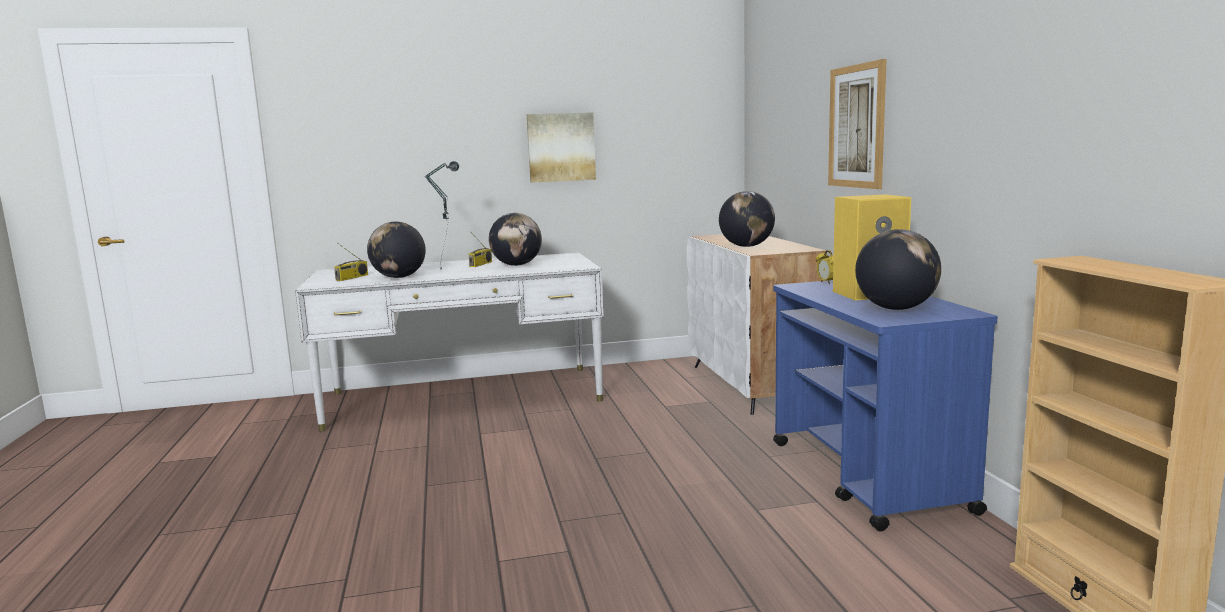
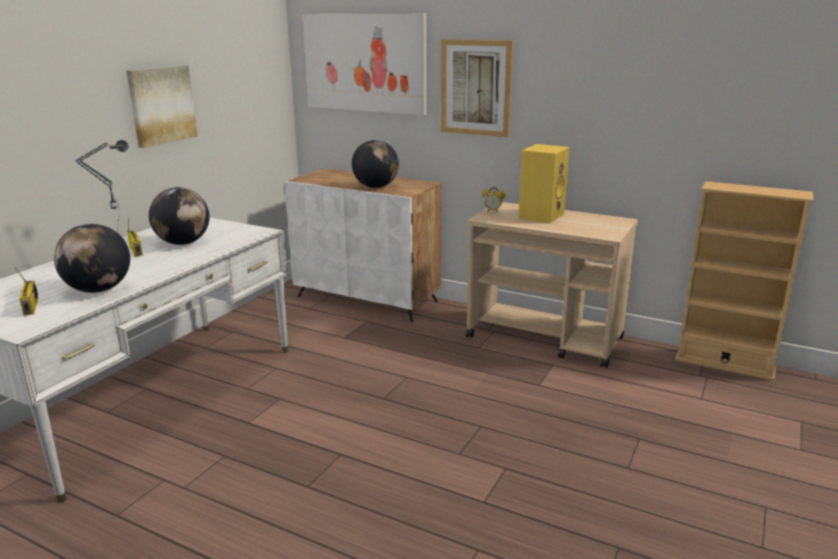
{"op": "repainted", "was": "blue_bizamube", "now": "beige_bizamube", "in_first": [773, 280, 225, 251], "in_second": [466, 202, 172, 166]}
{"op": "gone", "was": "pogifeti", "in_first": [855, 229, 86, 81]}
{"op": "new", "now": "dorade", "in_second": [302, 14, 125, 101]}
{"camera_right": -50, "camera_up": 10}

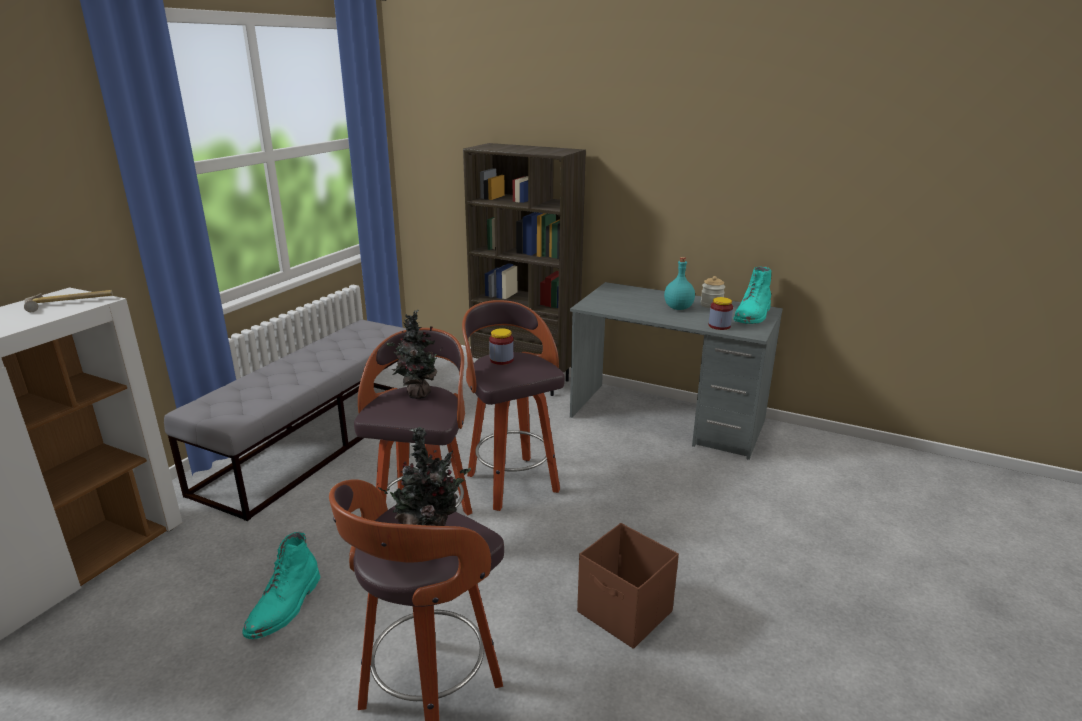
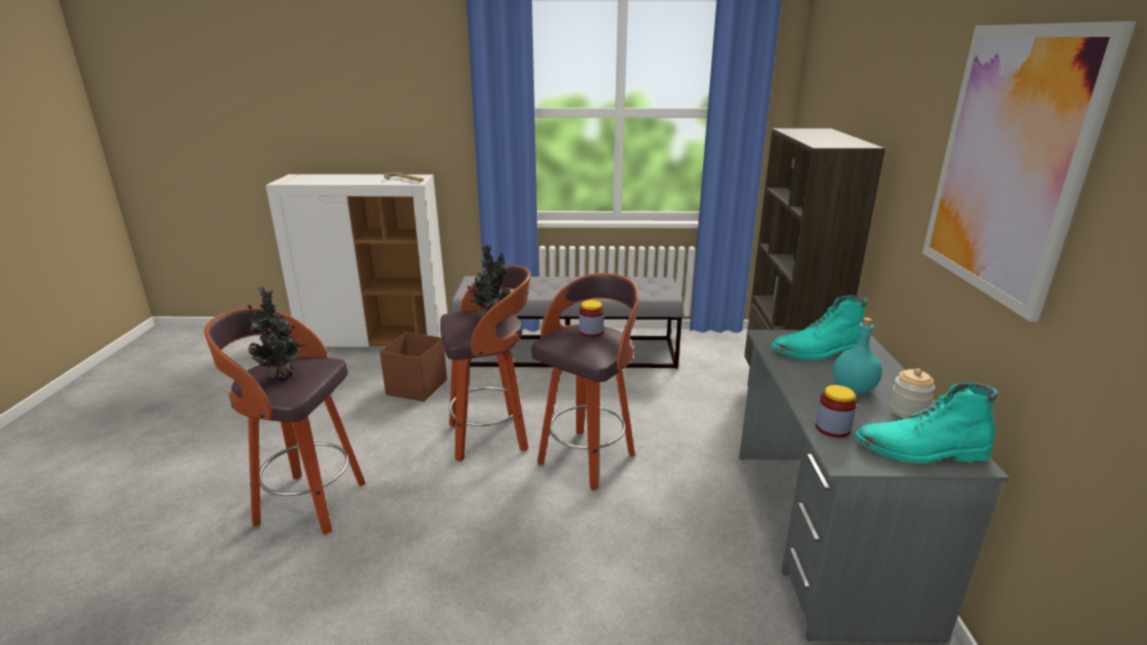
{"op": "shifted", "was": "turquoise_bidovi", "in_first": [242, 532, 78, 107], "in_second": [771, 295, 96, 65]}
{"op": "shifted", "was": "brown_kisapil", "in_first": [577, 523, 102, 126], "in_second": [380, 332, 67, 70]}
{"op": "new", "now": "dorade", "in_second": [922, 21, 214, 301]}
{"camera_right": 65, "camera_up": 0}

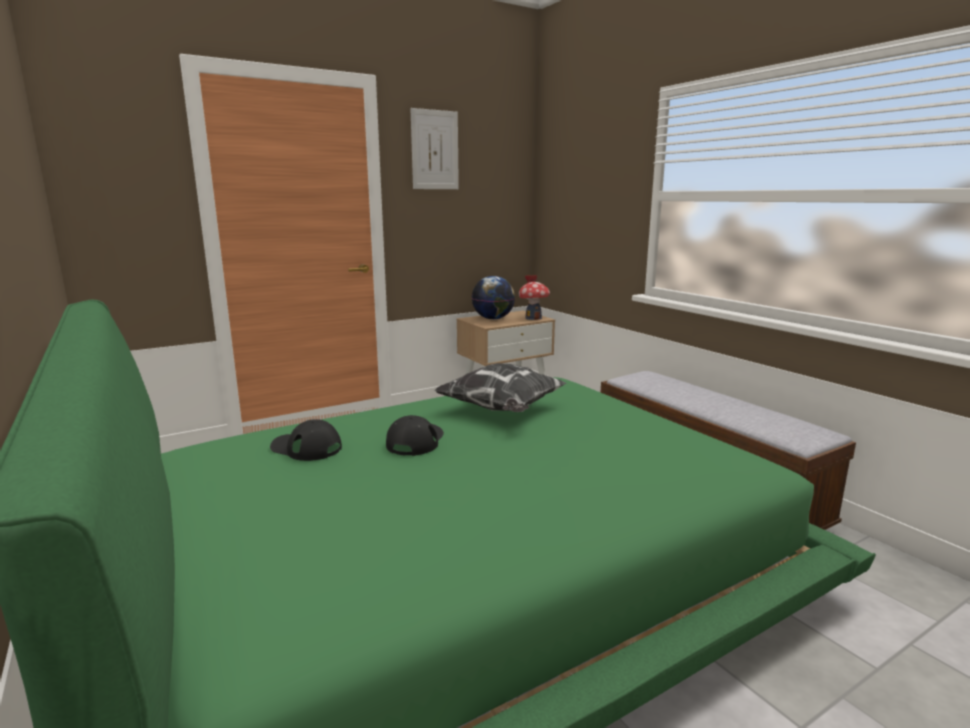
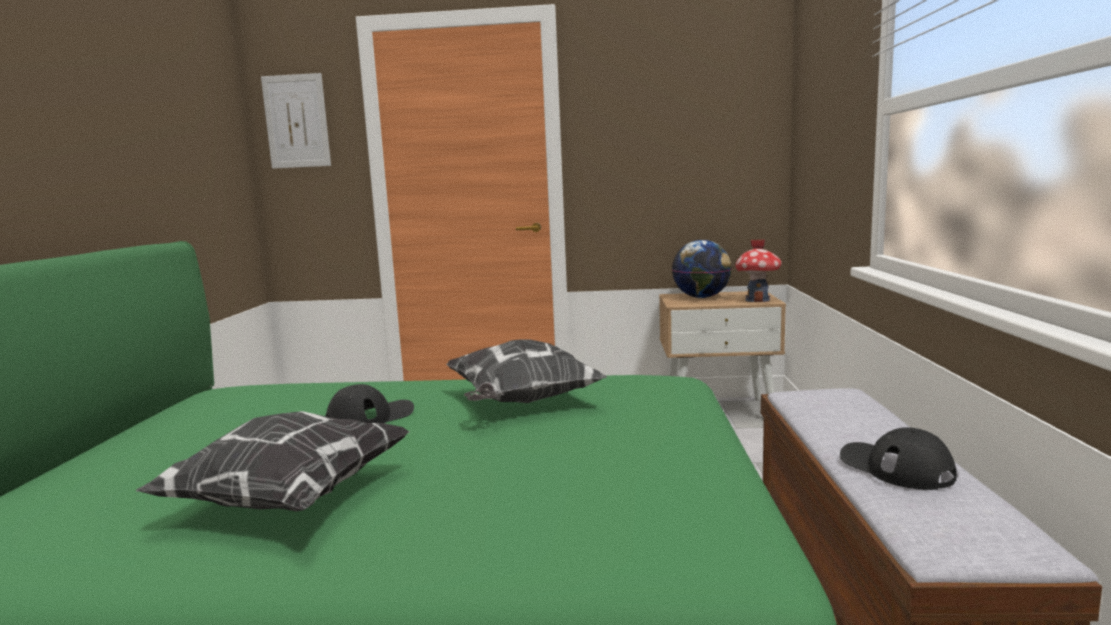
{"op": "shifted", "was": "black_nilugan", "in_first": [270, 419, 72, 42], "in_second": [840, 427, 117, 63]}
{"op": "shifted", "was": "dorade", "in_first": [410, 108, 49, 81], "in_second": [261, 73, 70, 96]}
{"op": "new", "now": "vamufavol", "in_second": [136, 411, 274, 101]}
{"camera_right": 35, "camera_up": -5}

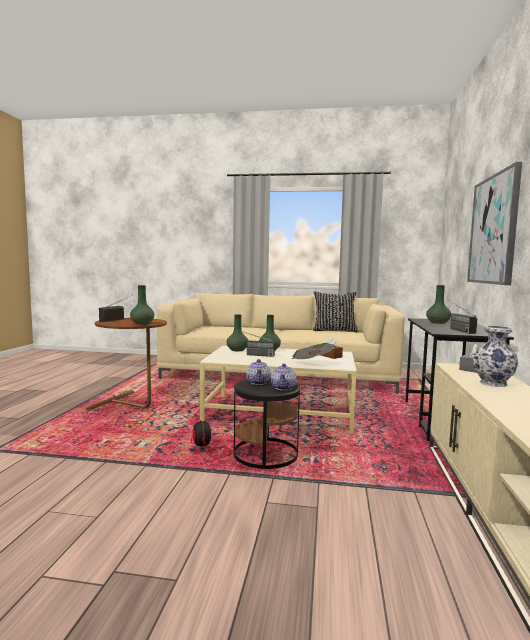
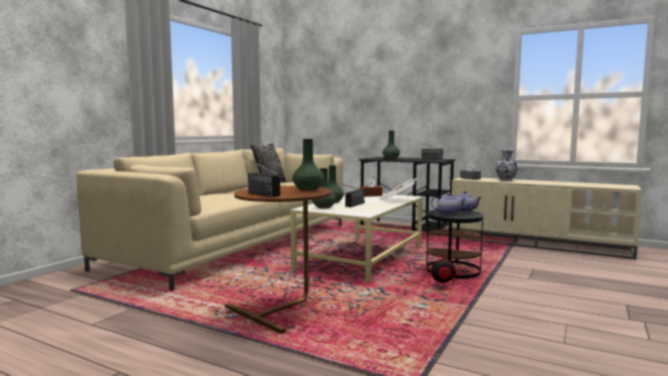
{"op": "gone", "was": "dorade", "in_first": [467, 162, 55, 123]}
{"camera_right": -70, "camera_up": 0}

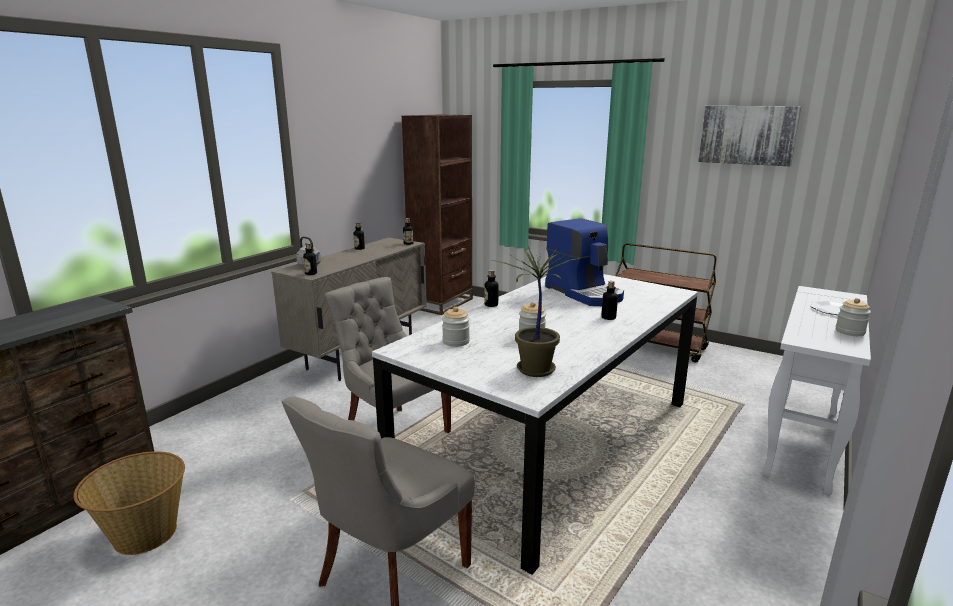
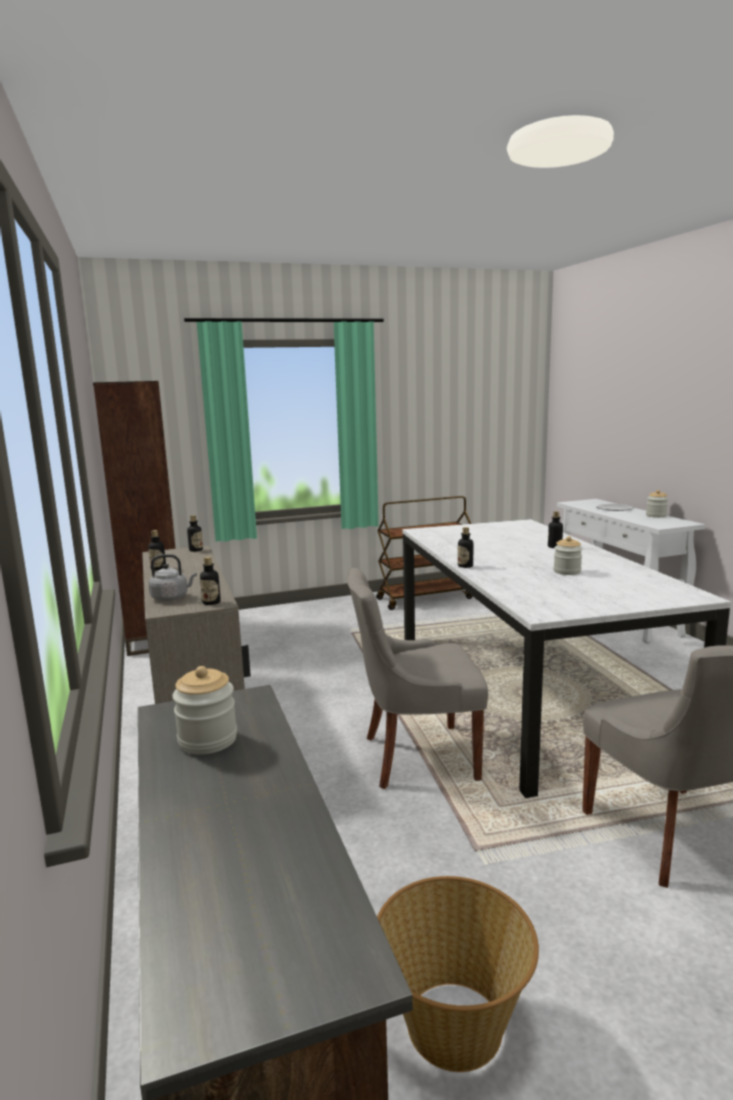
{"op": "shifted", "was": "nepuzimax", "in_first": [442, 307, 28, 40], "in_second": [172, 666, 65, 88]}
{"op": "gone", "was": "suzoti", "in_first": [492, 246, 90, 131]}
{"op": "gone", "was": "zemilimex", "in_first": [545, 218, 79, 88]}
{"op": "gone", "was": "dorade", "in_first": [698, 106, 103, 60]}
{"camera_right": -50, "camera_up": -5}

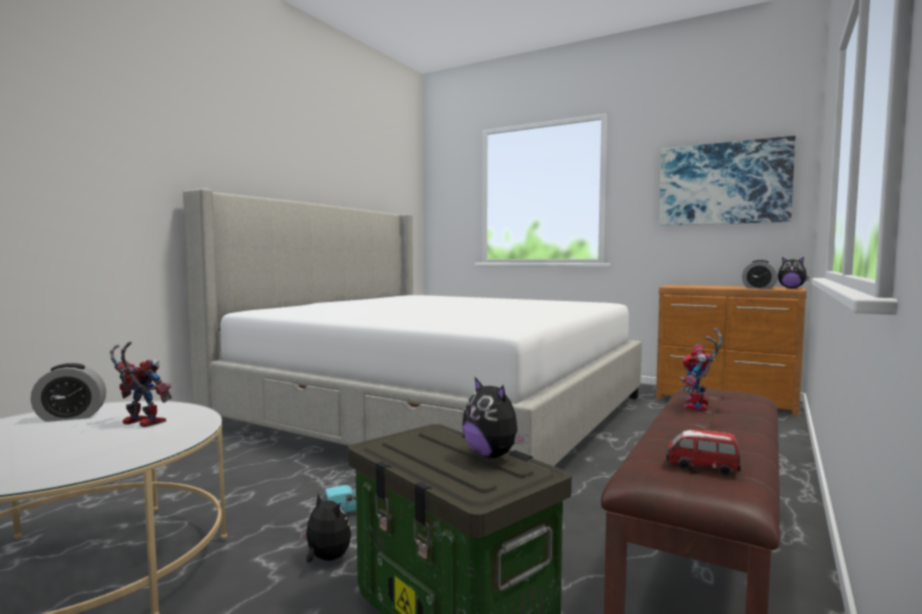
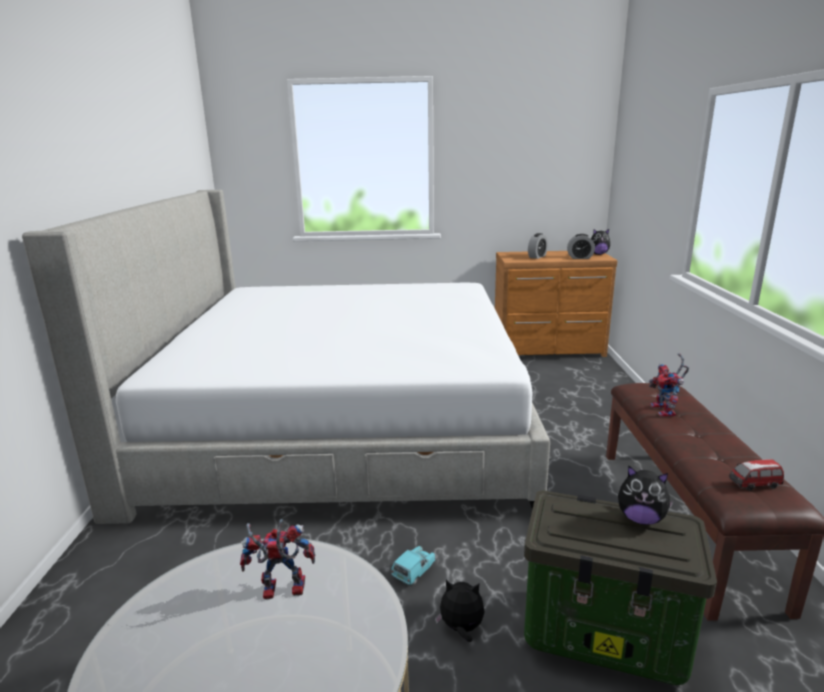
{"op": "shifted", "was": "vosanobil", "in_first": [31, 363, 75, 59], "in_second": [528, 233, 20, 26]}
{"op": "gone", "was": "dorade", "in_first": [659, 136, 136, 90]}
{"camera_right": -30, "camera_up": 15}

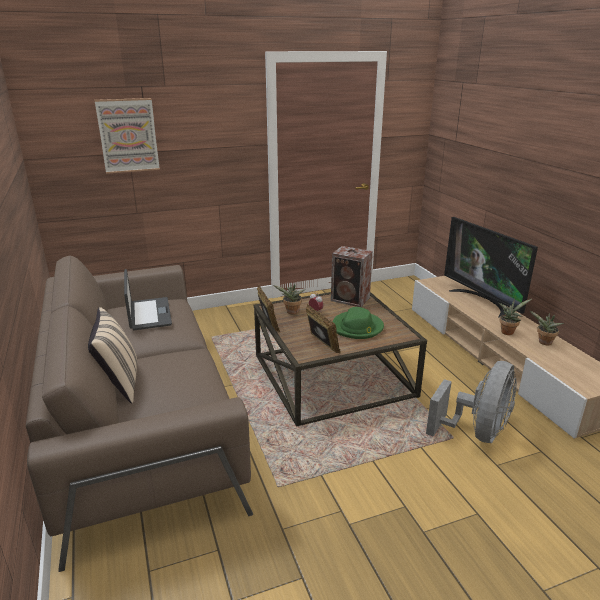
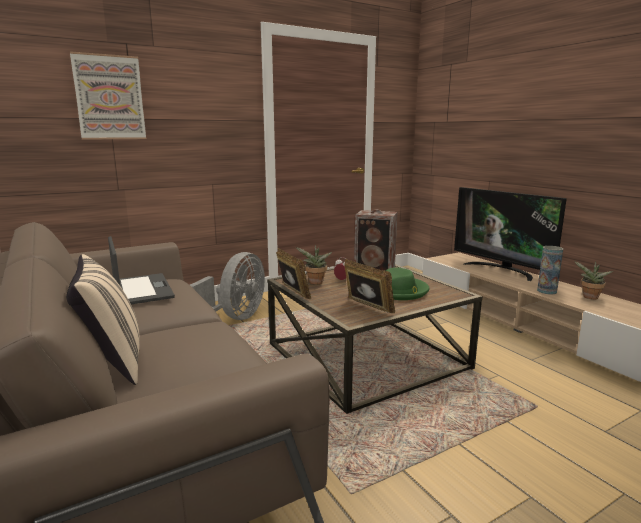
{"op": "shifted", "was": "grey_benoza", "in_first": [426, 361, 91, 82], "in_second": [190, 252, 75, 68]}
{"op": "swapped", "was": "suzoti", "now": "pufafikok", "in_first": [499, 299, 33, 36], "in_second": [537, 246, 26, 49]}
{"camera_right": -10, "camera_up": -10}

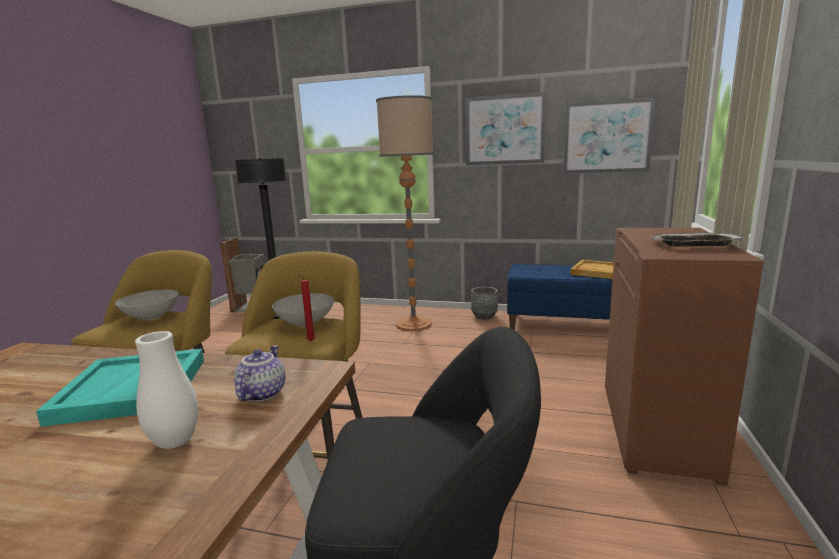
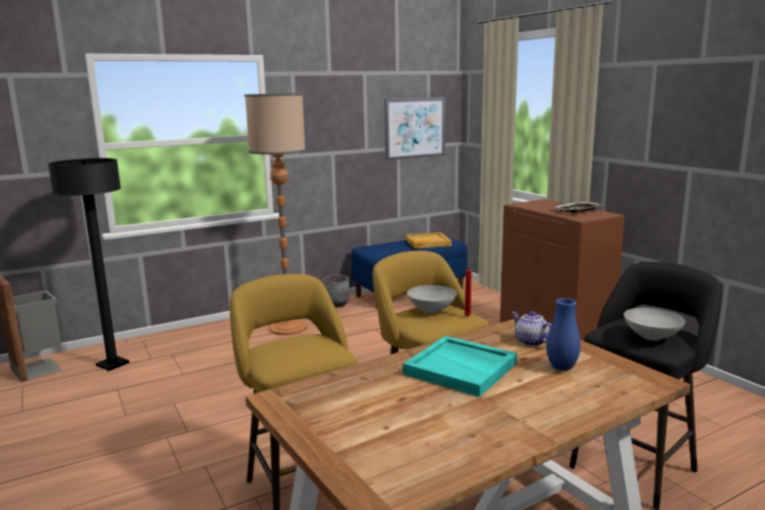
{"op": "shifted", "was": "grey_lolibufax", "in_first": [115, 290, 64, 30], "in_second": [624, 307, 61, 34]}
{"op": "repainted", "was": "white_pufafikok", "now": "blue_pufafikok", "in_first": [135, 331, 63, 118], "in_second": [546, 298, 35, 73]}
{"op": "gone", "was": "dorade", "in_first": [465, 92, 81, 73]}
{"camera_right": -45, "camera_up": 0}

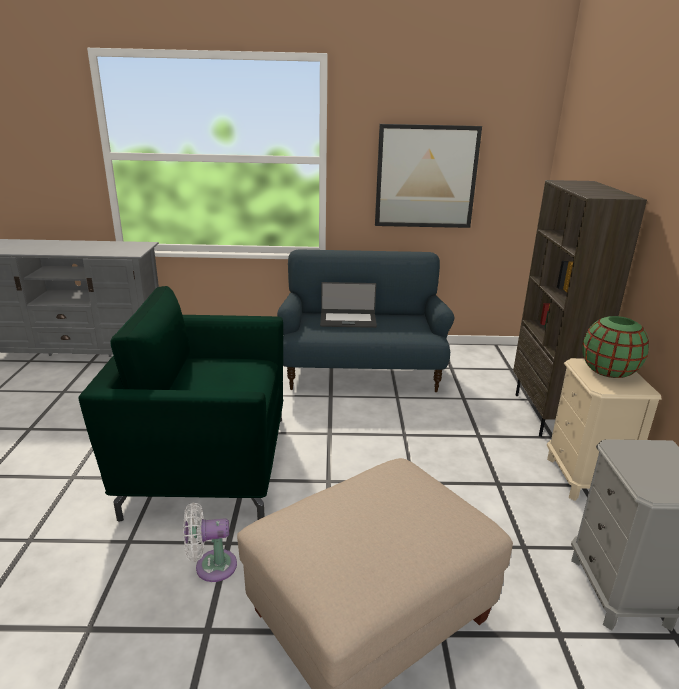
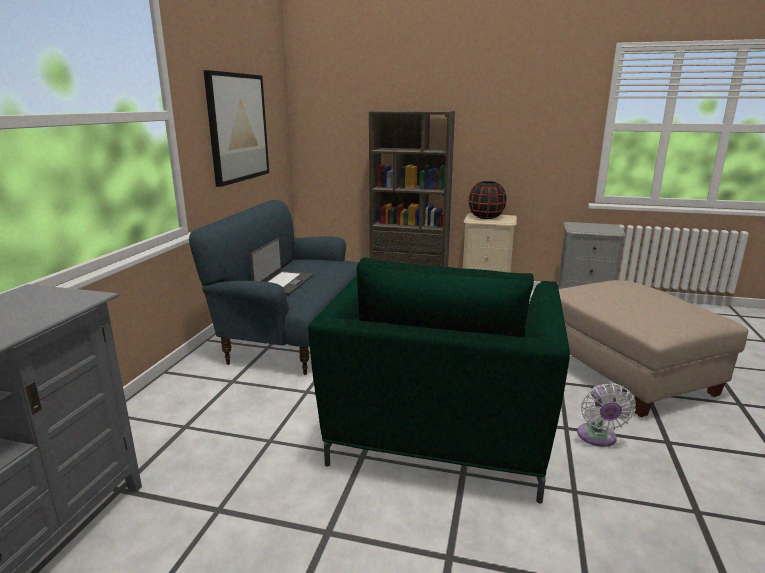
{"op": "repainted", "was": "green_pufafikok", "now": "black_pufafikok", "in_first": [582, 316, 67, 62], "in_second": [469, 181, 38, 38]}
{"camera_right": -75, "camera_up": -5}

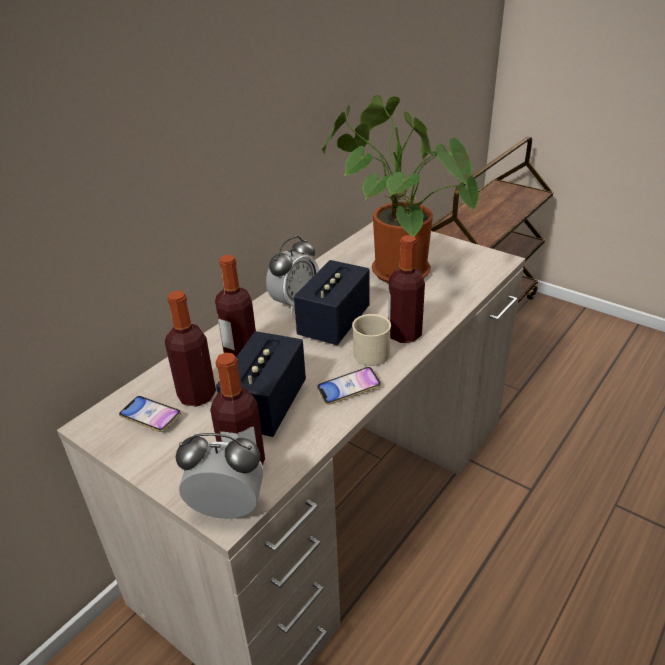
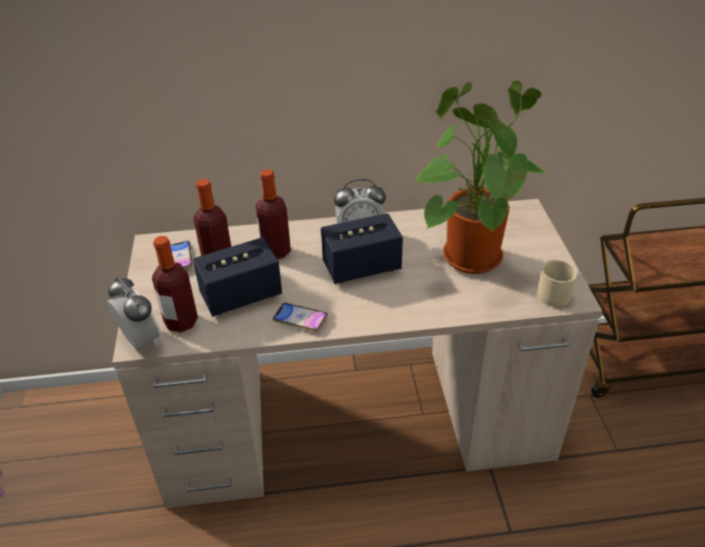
{"op": "shifted", "was": "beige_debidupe", "in_first": [352, 314, 39, 52], "in_second": [537, 259, 41, 48]}
{"op": "gone", "was": "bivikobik", "in_first": [388, 235, 37, 108]}
{"camera_right": 45, "camera_up": 5}

